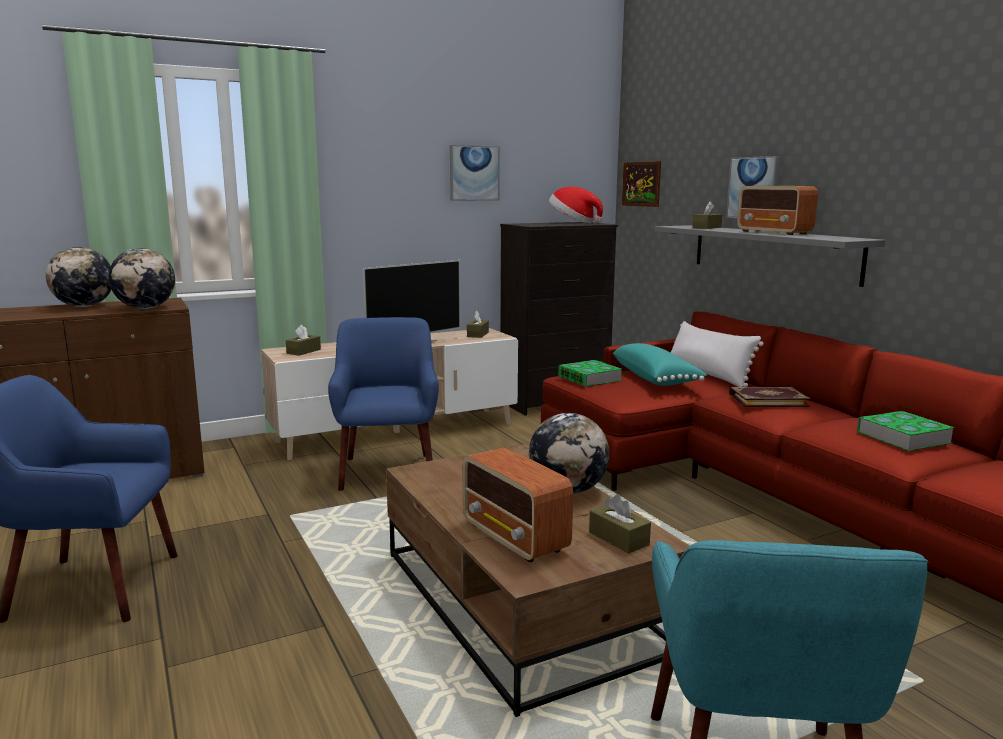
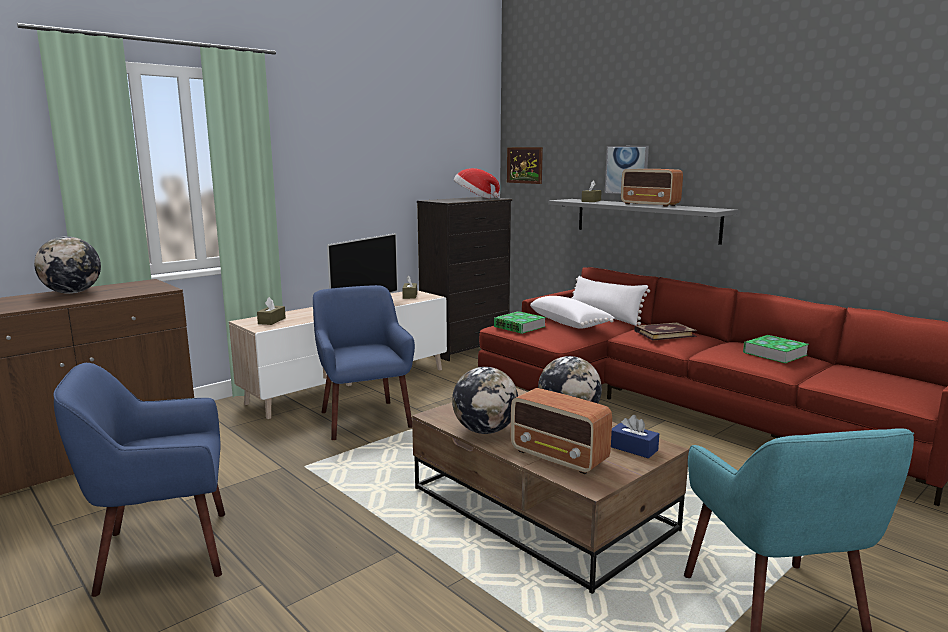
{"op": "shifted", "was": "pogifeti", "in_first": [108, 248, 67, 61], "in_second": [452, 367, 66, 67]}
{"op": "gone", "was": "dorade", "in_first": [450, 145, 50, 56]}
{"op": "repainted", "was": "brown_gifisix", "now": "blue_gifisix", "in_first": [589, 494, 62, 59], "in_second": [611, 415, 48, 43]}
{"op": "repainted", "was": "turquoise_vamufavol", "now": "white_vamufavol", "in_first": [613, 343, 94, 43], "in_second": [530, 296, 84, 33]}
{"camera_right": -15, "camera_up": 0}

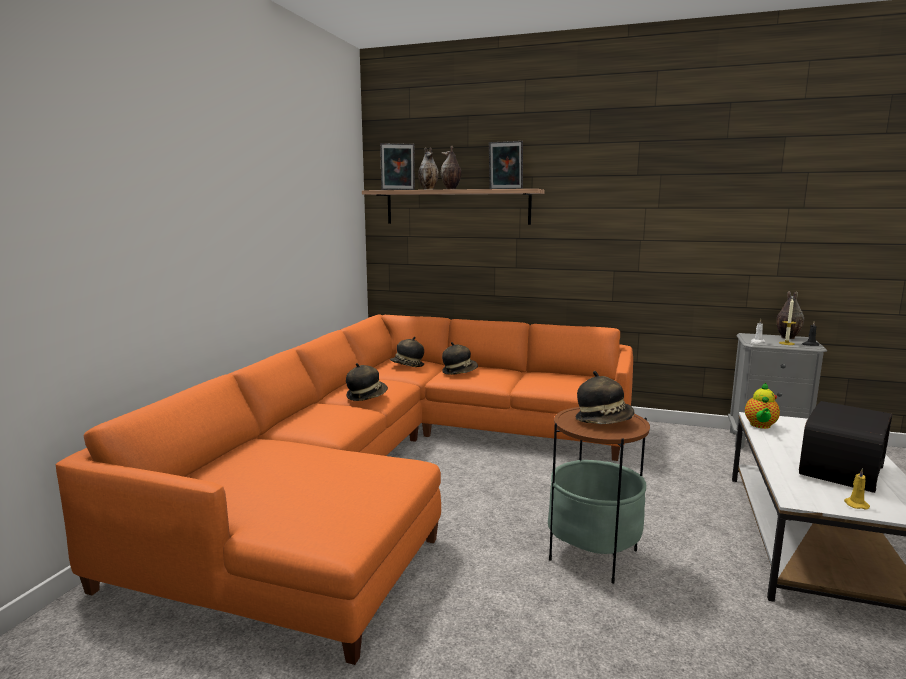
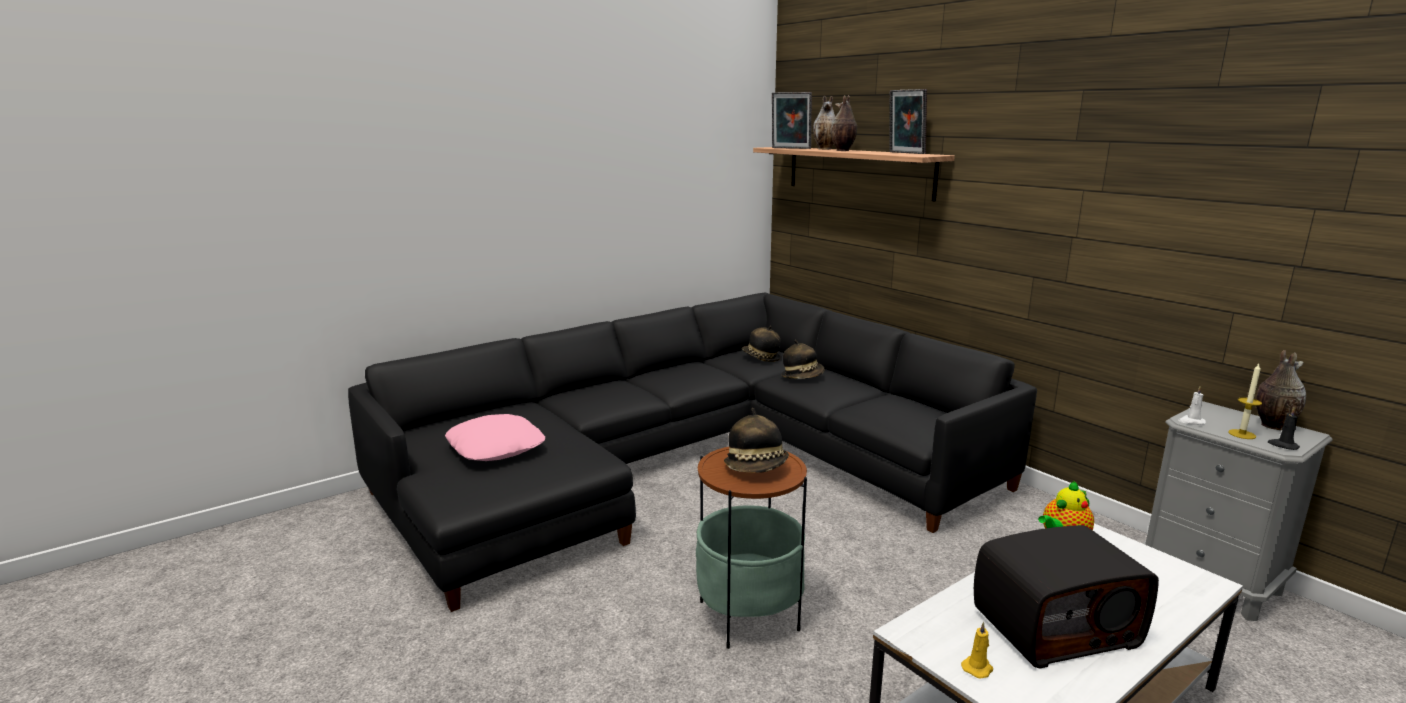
{"op": "repainted", "was": "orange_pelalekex", "now": "black_pelalekex", "in_first": [56, 314, 577, 351], "in_second": [348, 293, 689, 319]}
{"op": "gone", "was": "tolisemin", "in_first": [346, 363, 42, 38]}
{"op": "new", "now": "pink_vamufavol", "in_second": [445, 414, 100, 47]}
{"camera_right": 35, "camera_up": 5}

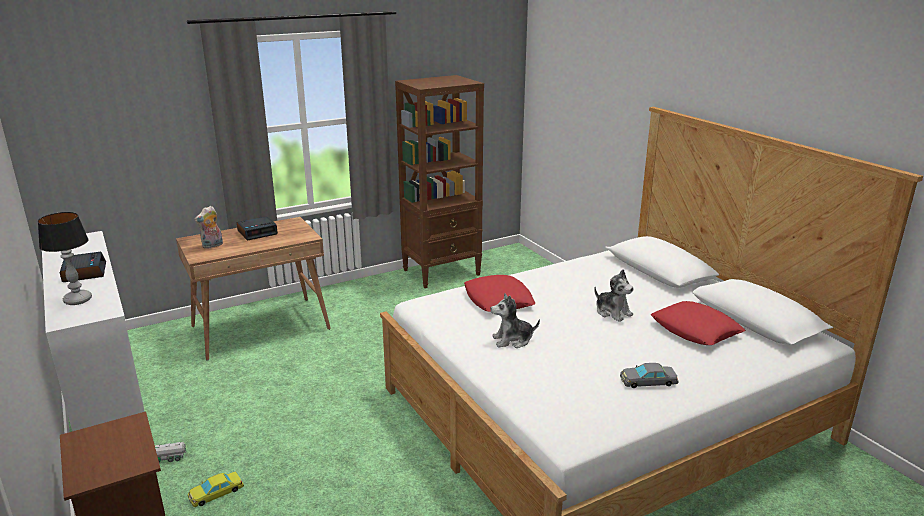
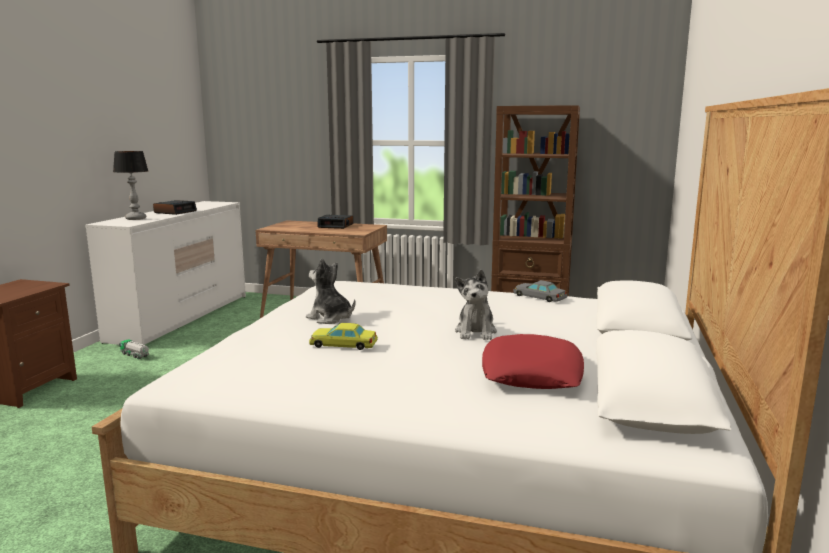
{"op": "shifted", "was": "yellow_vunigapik", "in_first": [188, 472, 56, 35], "in_second": [309, 323, 69, 27]}
{"op": "gone", "was": "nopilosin", "in_first": [195, 206, 28, 43]}
{"op": "gone", "was": "red_vamufavol", "in_first": [464, 275, 71, 37]}
{"op": "shifted", "was": "grey_vunigapik", "in_first": [620, 363, 59, 25], "in_second": [513, 280, 54, 22]}
{"camera_right": 45, "camera_up": -10}

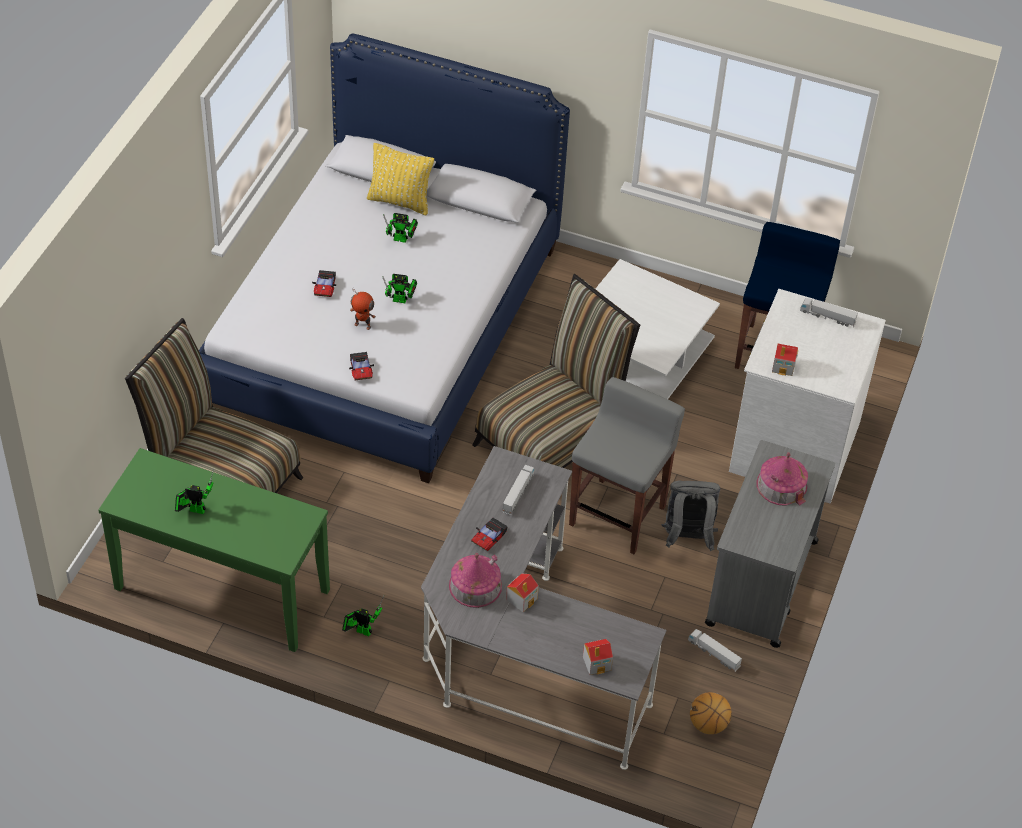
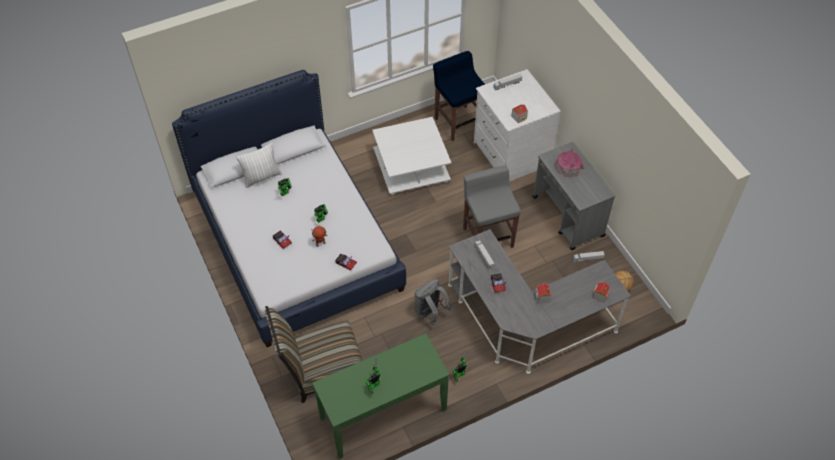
{"op": "repainted", "was": "yellow_vamufavol", "now": "white_vamufavol", "in_first": [367, 143, 67, 72], "in_second": [236, 143, 46, 45]}
{"op": "gone", "was": "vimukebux", "in_first": [449, 553, 53, 55]}
{"op": "gone", "was": "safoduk", "in_first": [472, 274, 168, 194]}
{"op": "shifted", "was": "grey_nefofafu", "in_first": [661, 481, 59, 70], "in_second": [415, 279, 37, 46]}
{"camera_right": -45, "camera_up": 5}

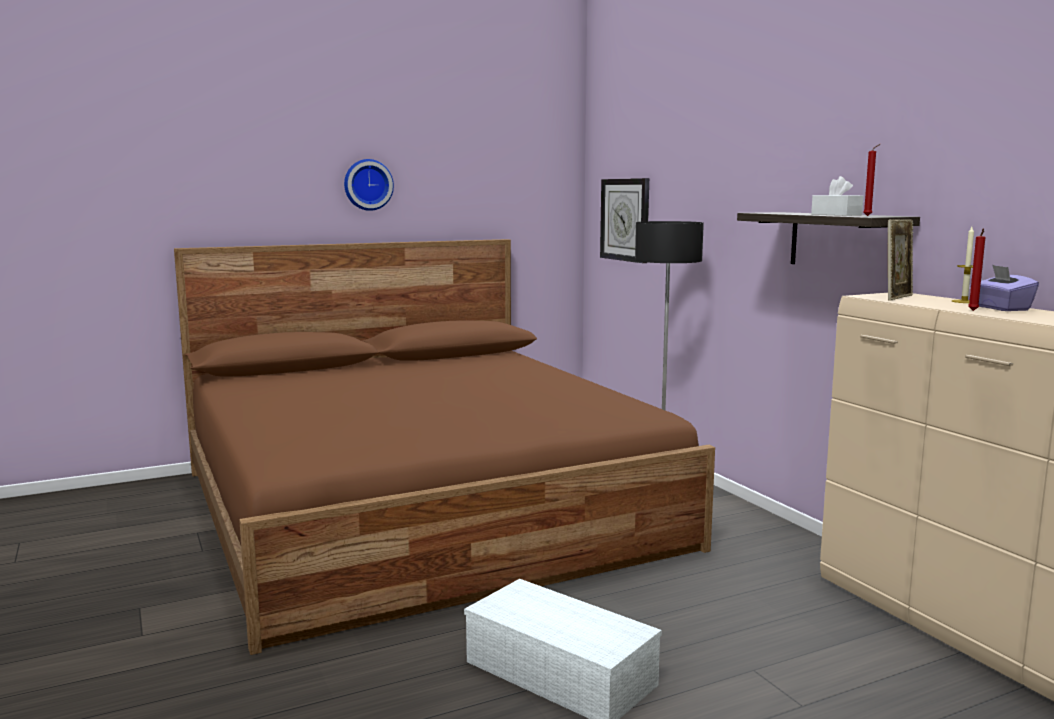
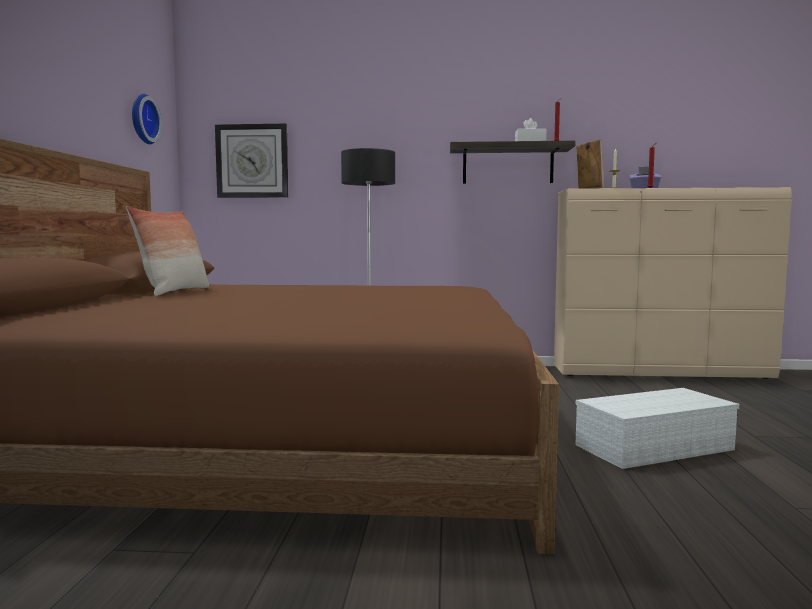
{"op": "shifted", "was": "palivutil", "in_first": [344, 159, 50, 52], "in_second": [132, 94, 30, 50]}
{"op": "new", "now": "vamufavol", "in_second": [126, 206, 83, 90]}
{"camera_right": -60, "camera_up": -5}

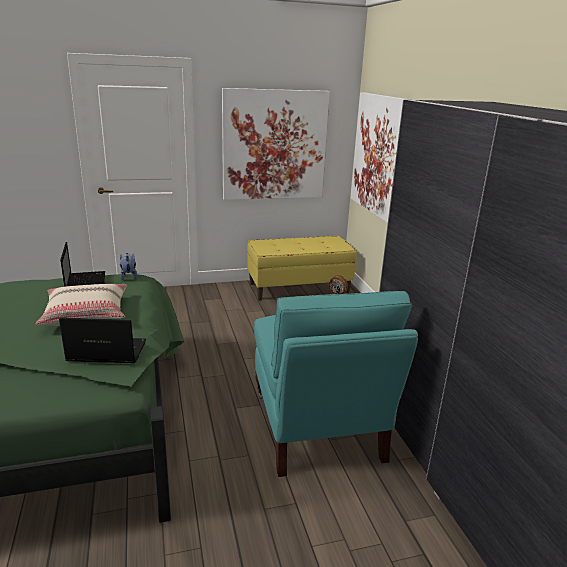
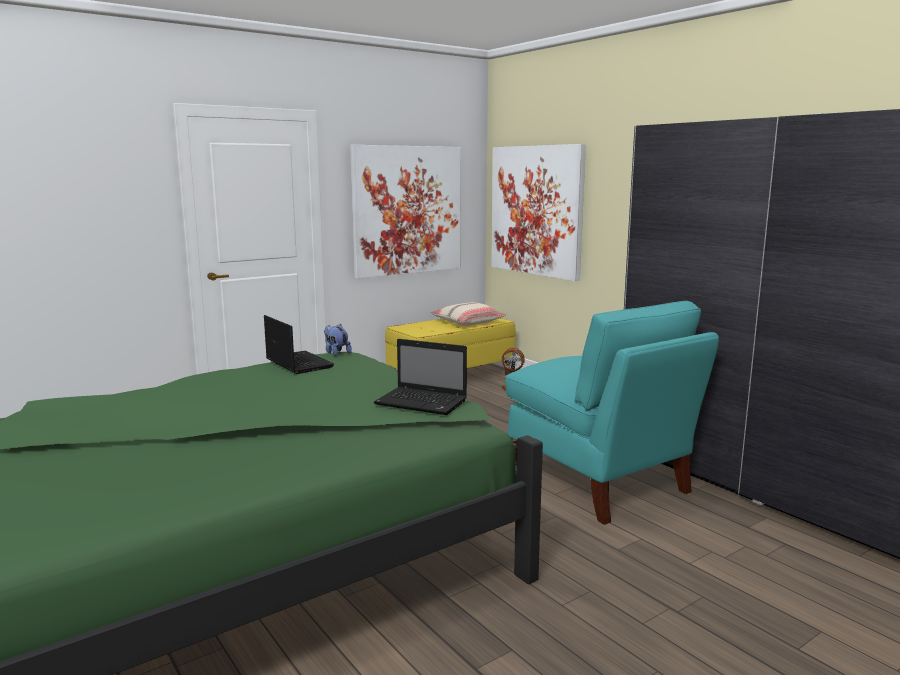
{"op": "shifted", "was": "beige_vamufavol", "in_first": [35, 284, 92, 42], "in_second": [430, 302, 76, 24]}
{"op": "rotated", "was": "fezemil", "in_first": [59, 317, 87, 46], "in_second": [374, 339, 93, 76], "clockwise": -135}
{"camera_right": -20, "camera_up": -10}

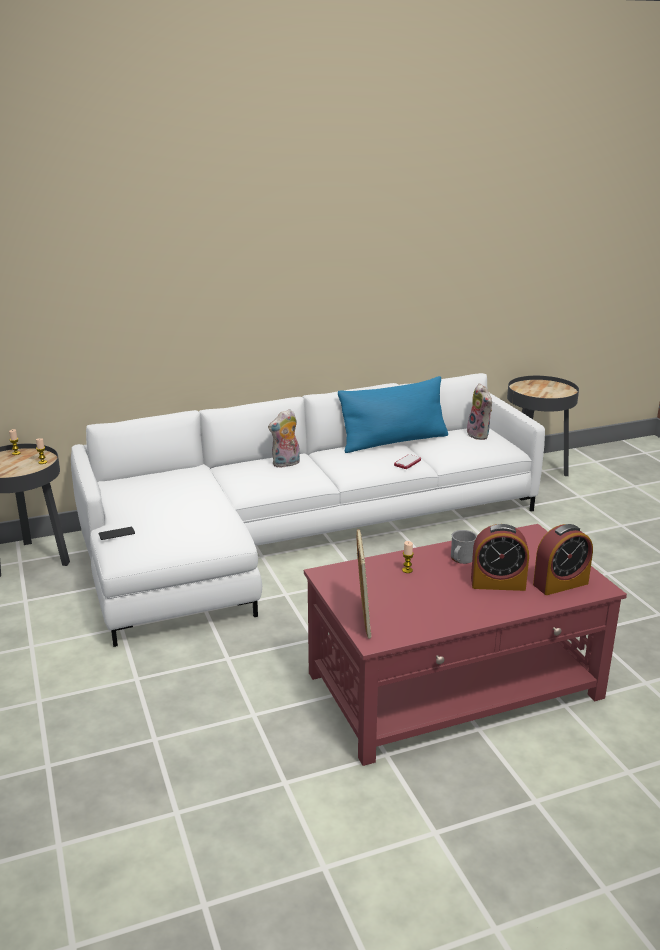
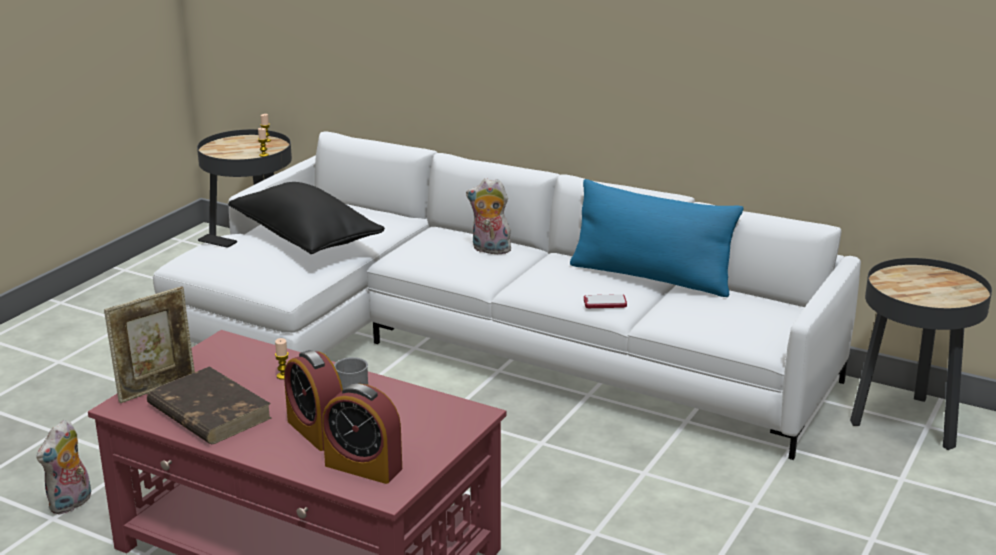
{"op": "shifted", "was": "nopilosin", "in_first": [467, 383, 25, 57], "in_second": [36, 420, 55, 94]}
{"op": "new", "now": "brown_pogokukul", "in_second": [147, 367, 125, 77]}
{"op": "new", "now": "black_vamufavol", "in_second": [228, 182, 157, 72]}
{"camera_right": 50, "camera_up": 0}

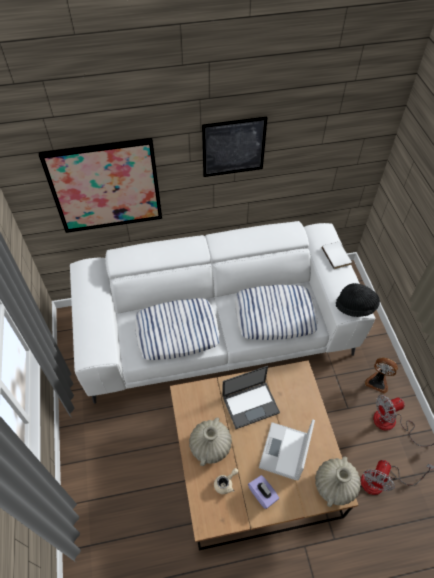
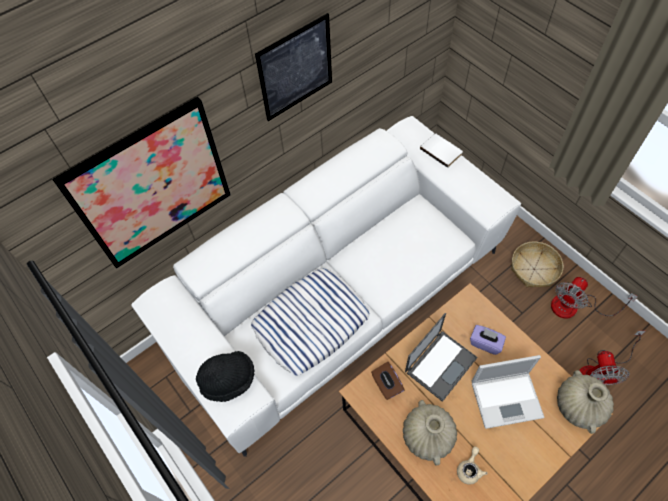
{"op": "gone", "was": "vamufavol", "in_first": [235, 285, 83, 55]}
{"op": "shifted", "was": "purple_gifisix", "in_first": [248, 475, 31, 34], "in_second": [470, 325, 36, 30]}
{"op": "rotated", "was": "fezemil", "in_first": [259, 419, 56, 61], "in_second": [472, 355, 73, 74], "clockwise": -90}
{"op": "shifted", "was": "black_tolisemin", "in_first": [336, 283, 44, 34], "in_second": [196, 351, 59, 51]}
{"op": "swapped", "was": "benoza", "now": "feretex", "in_first": [365, 357, 33, 37], "in_second": [511, 241, 52, 46]}
{"op": "new", "now": "brown_gifisix", "in_second": [371, 362, 34, 38]}
{"camera_right": -25, "camera_up": 5}

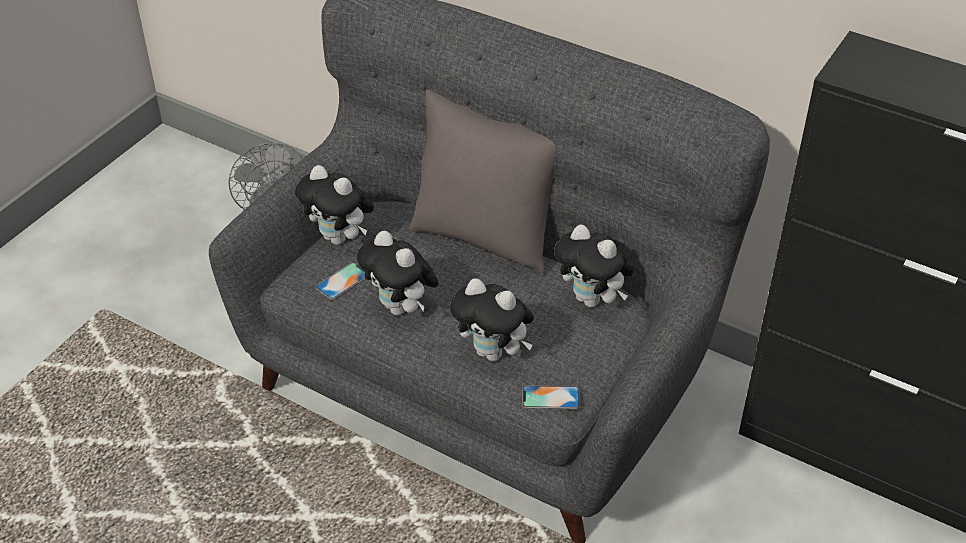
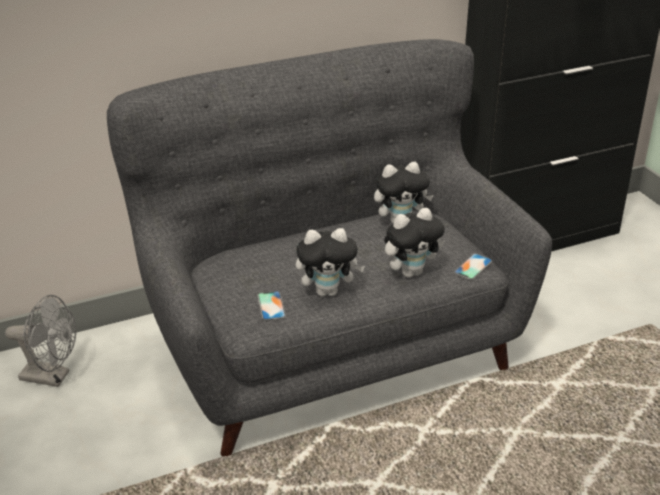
{"op": "gone", "was": "nopilosin", "in_first": [295, 165, 79, 80]}
{"op": "gone", "was": "grey_vamufavol", "in_first": [410, 90, 145, 184]}
{"camera_right": -55, "camera_up": -10}

